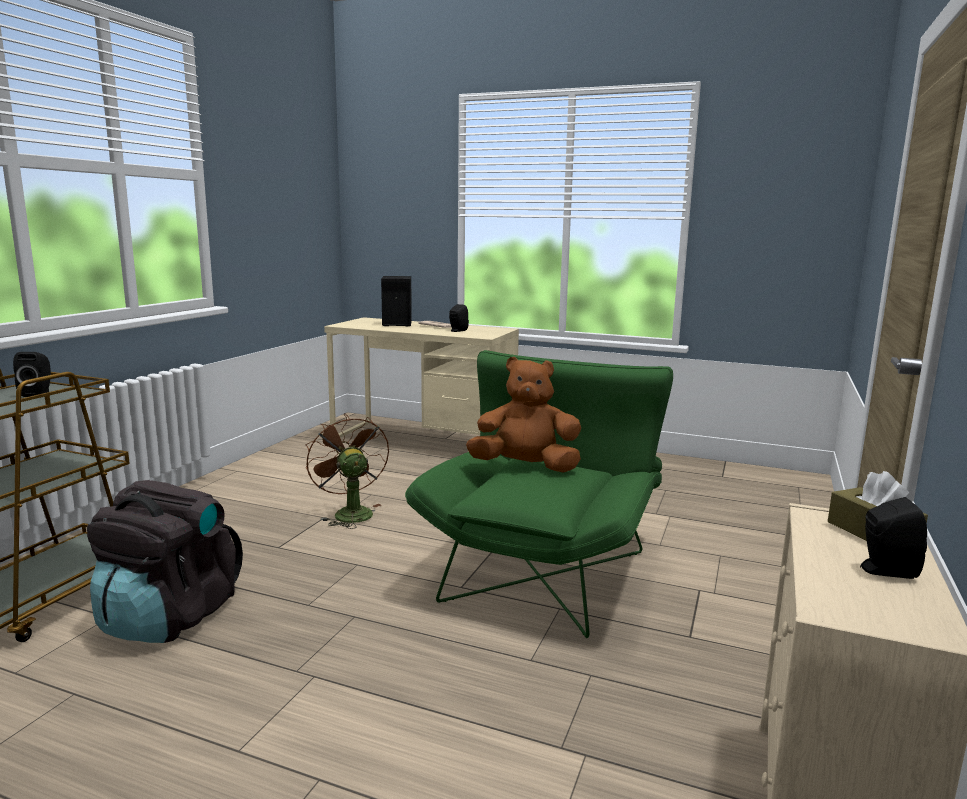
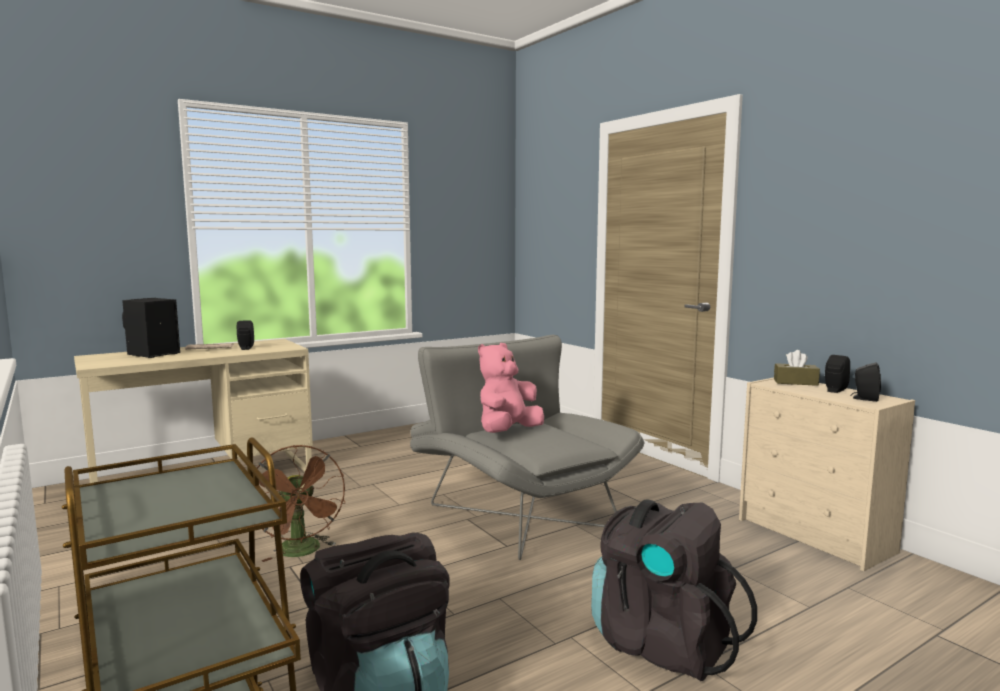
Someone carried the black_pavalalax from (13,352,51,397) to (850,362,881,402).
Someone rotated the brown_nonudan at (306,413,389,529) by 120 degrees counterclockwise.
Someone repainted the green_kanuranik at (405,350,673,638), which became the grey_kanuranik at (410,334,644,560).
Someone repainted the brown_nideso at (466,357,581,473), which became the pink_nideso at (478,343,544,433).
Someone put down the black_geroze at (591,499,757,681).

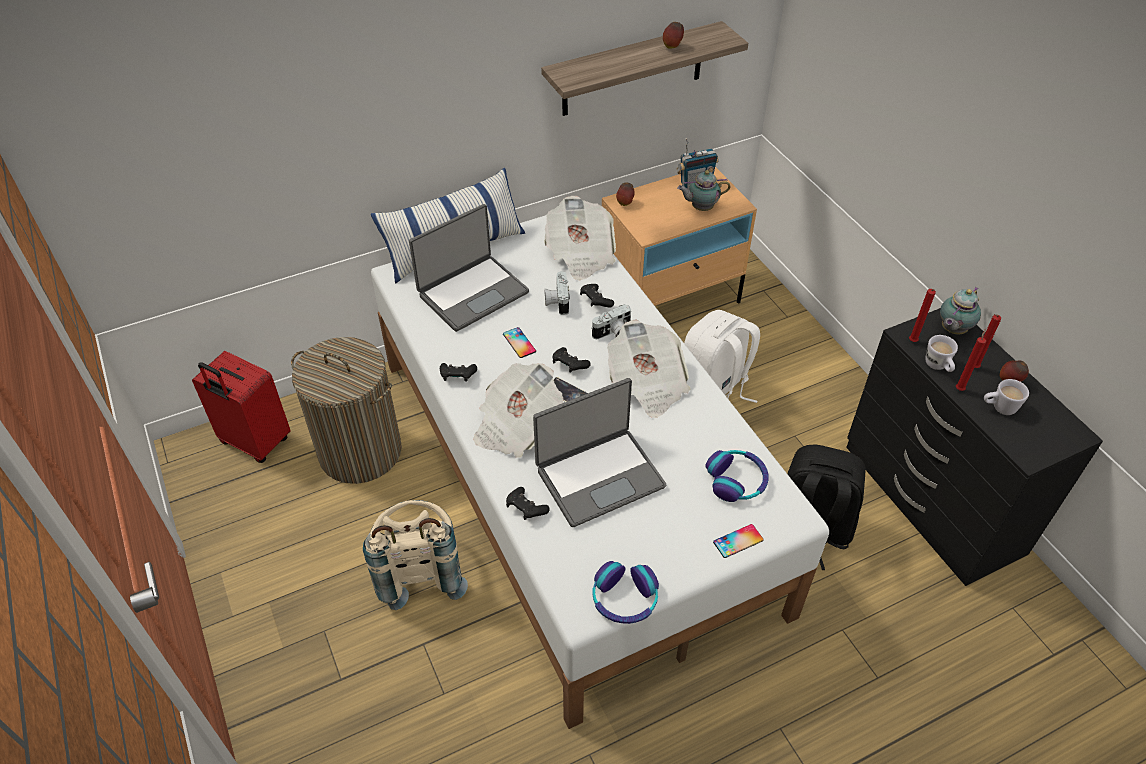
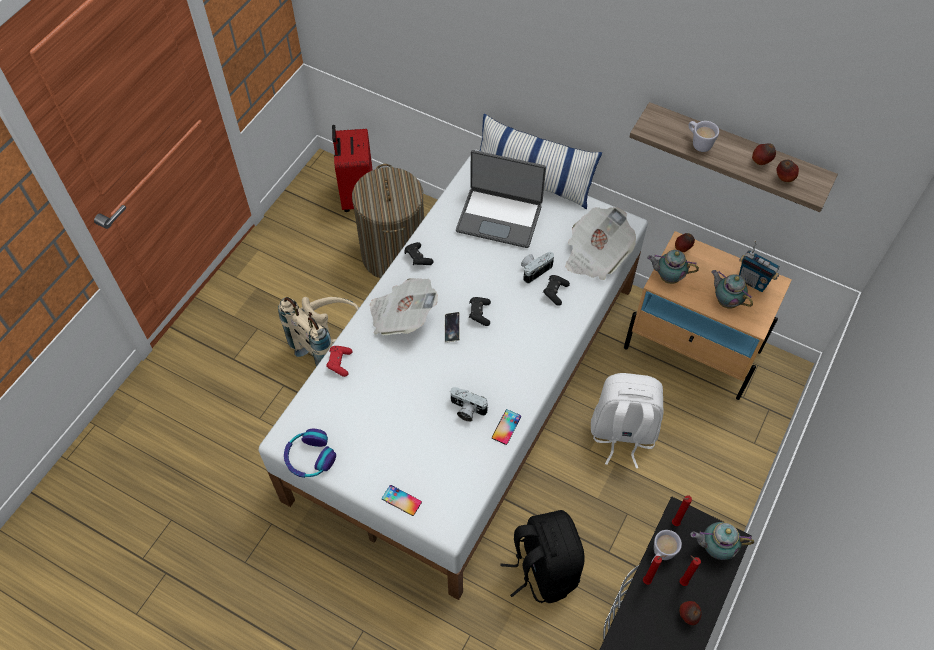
Someone carried the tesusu from (503,327,536,358) to (492,409,521,445).
Someone repainted the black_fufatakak at (506,487,550,520), which became the red_fufatakak at (326,346,353,377).
Someone took away the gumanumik at (533,378,666,527).
Someone carried the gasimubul from (592,304,631,339) to (450,387,489,422).
Someone took away the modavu at (607,320,691,418).
Someone took away the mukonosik at (706,450,769,502).
Someone carried the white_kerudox from (984,379,1029,415) to (688,121,719,152).
Someone put down the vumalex at (647,250,699,284).
Someone put down the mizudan at (777,160,799,182).

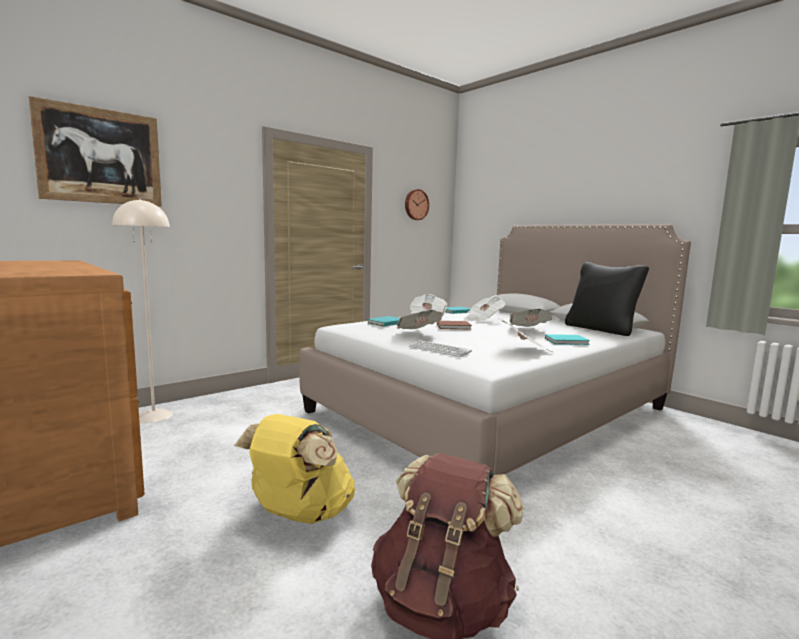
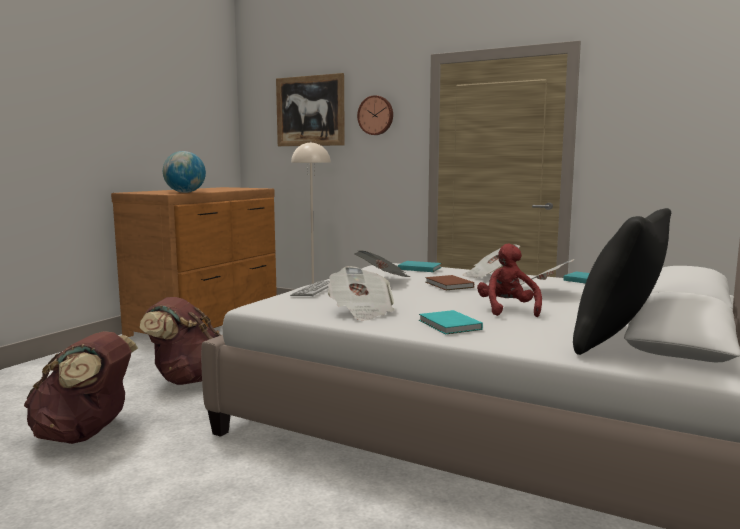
Someone repainted the yellow_geroze at (234,414,355,524), which became the brown_geroze at (140,297,221,385).
Someone carried the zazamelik from (405,189,429,220) to (357,95,393,135).
Someone swapped the modavu at (510,309,552,327) for the red_nideso at (477,244,542,317).
Someone put down the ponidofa at (163,151,206,193).

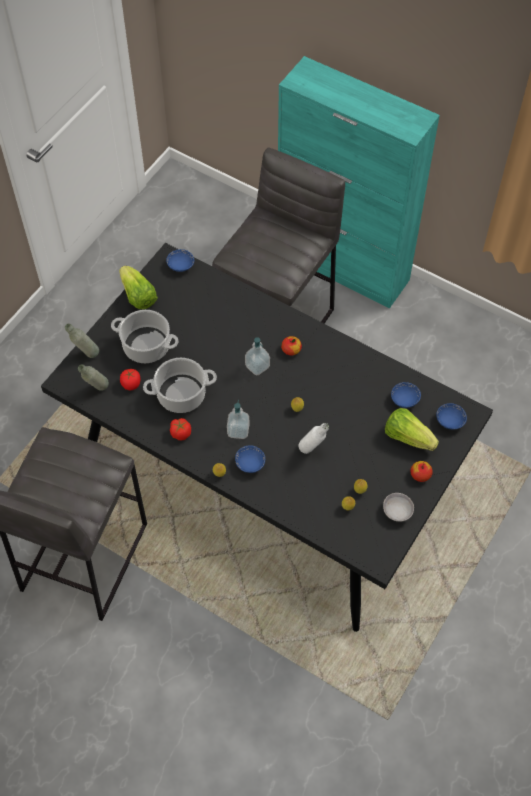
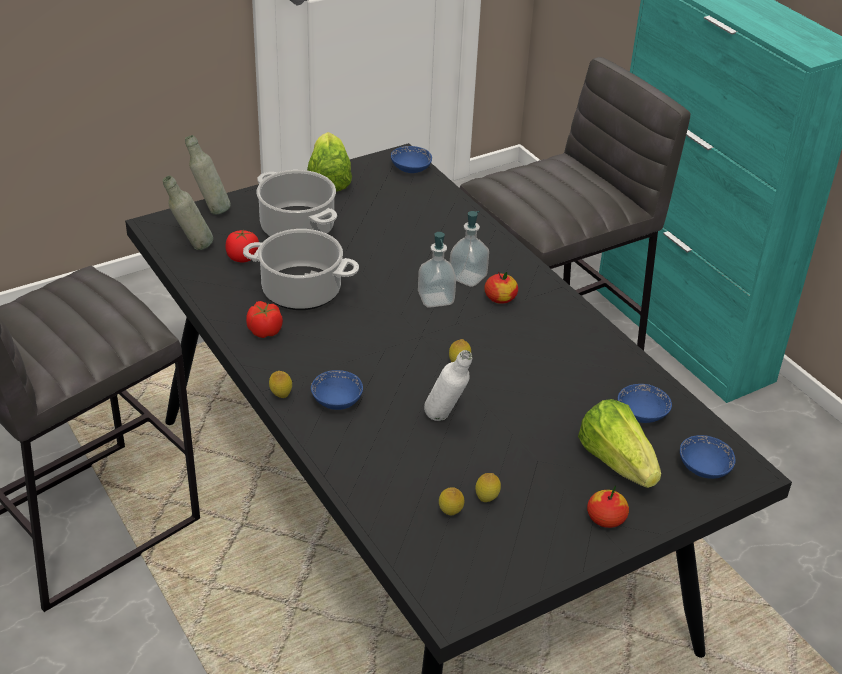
Someone carried the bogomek from (227,400,249,439) to (450,211,489,287).
Someone took away the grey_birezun at (383,493,414,522).

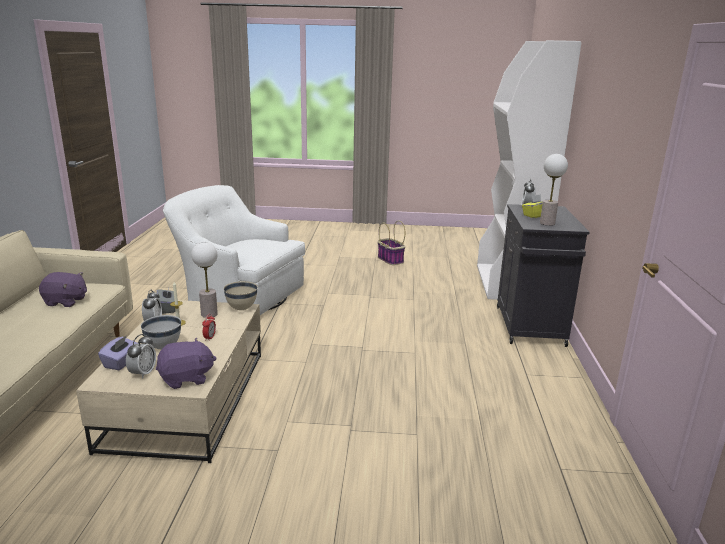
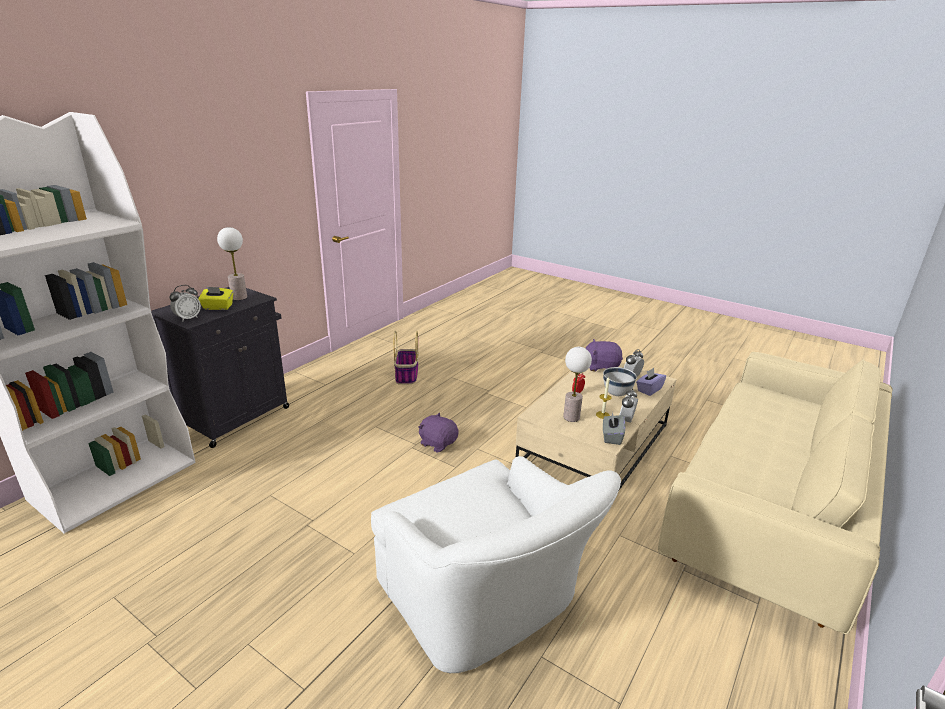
Someone carried the purple_nideso from (39,272,87,307) to (418,413,459,453).
Someone took away the beige_birezun at (224,281,258,310).
Someone carried the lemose from (378,220,405,265) to (393,331,419,384).

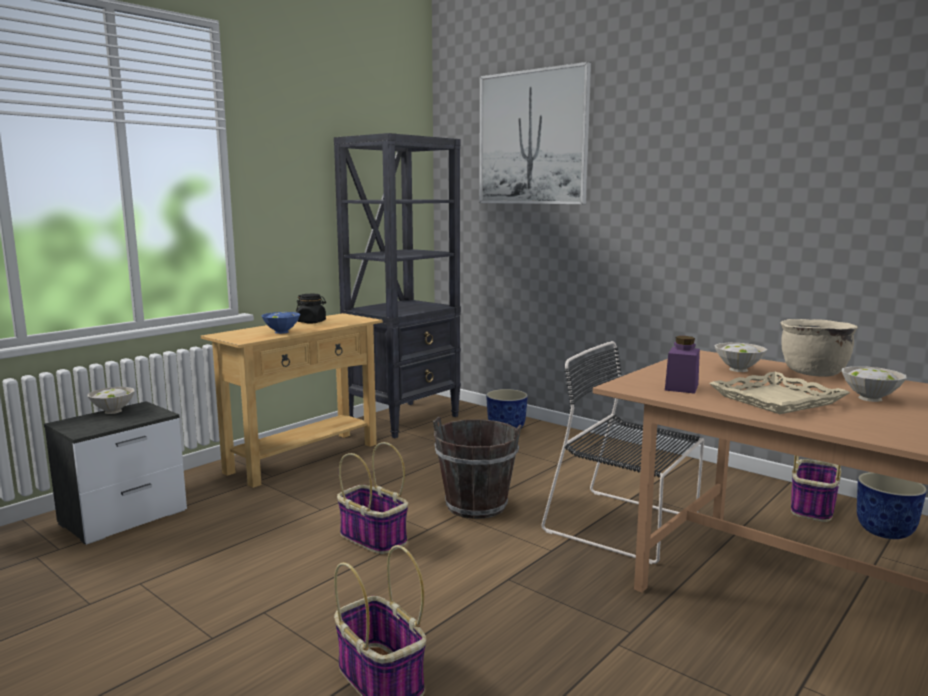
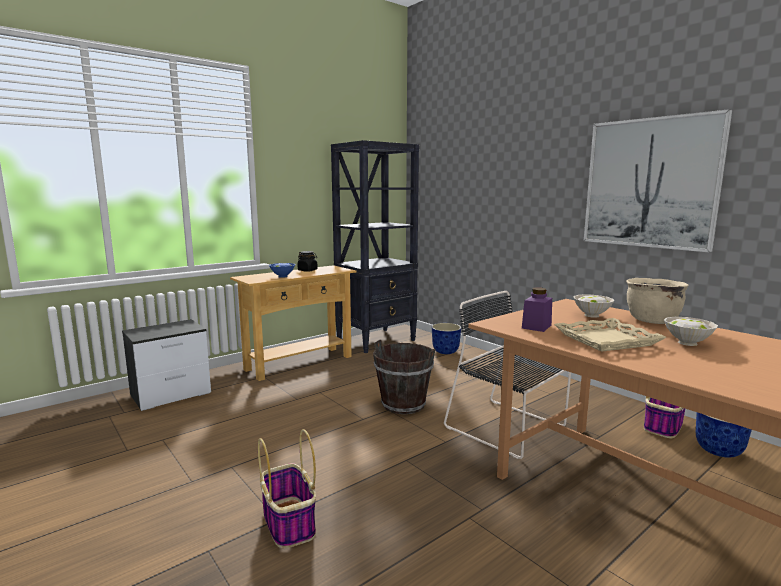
Someone took away the white_birezun at (88,387,135,414).
Someone took away the lemose at (337,442,408,554).
Someone carried the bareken from (479,62,591,204) to (584,109,732,253).

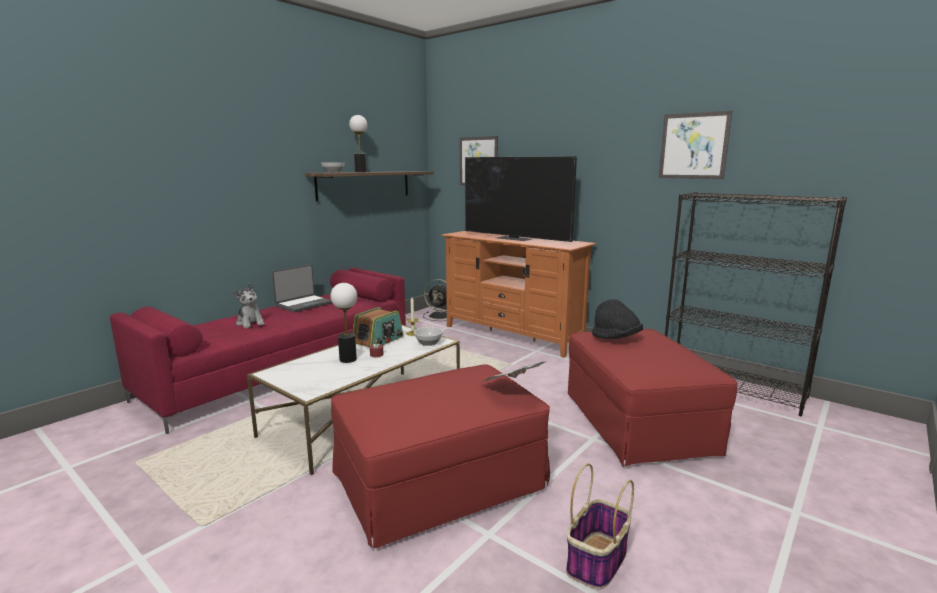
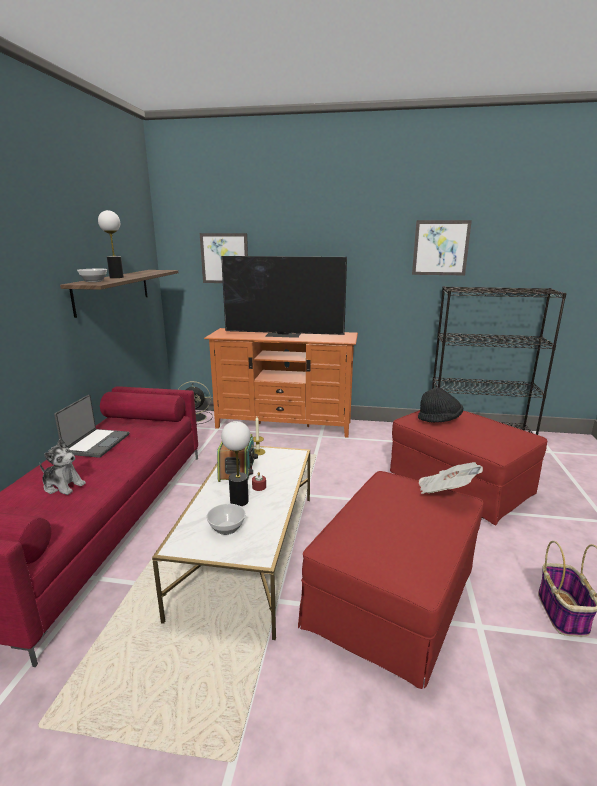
Someone carried the birezun from (414,327,443,346) to (206,504,246,535).

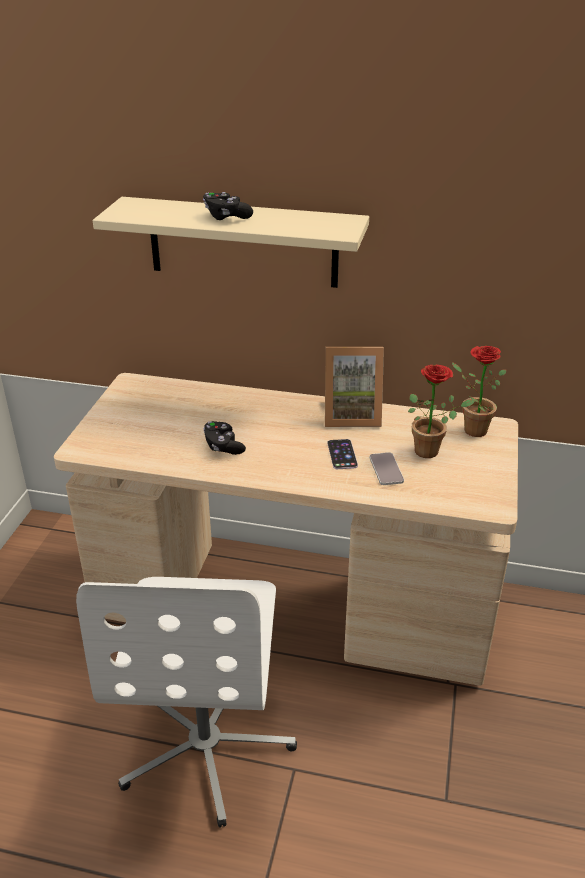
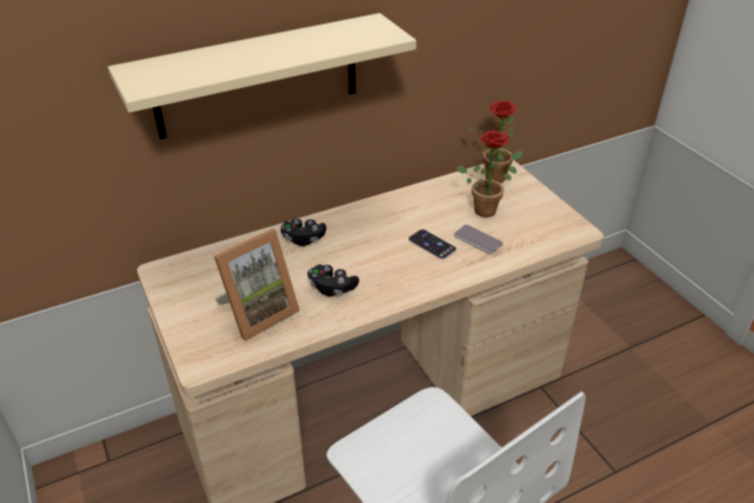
Someone carried the black_fufatakak from (203,192,253,220) to (281,219,326,246).
Someone carried the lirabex from (325,347,384,427) to (214,229,300,341).

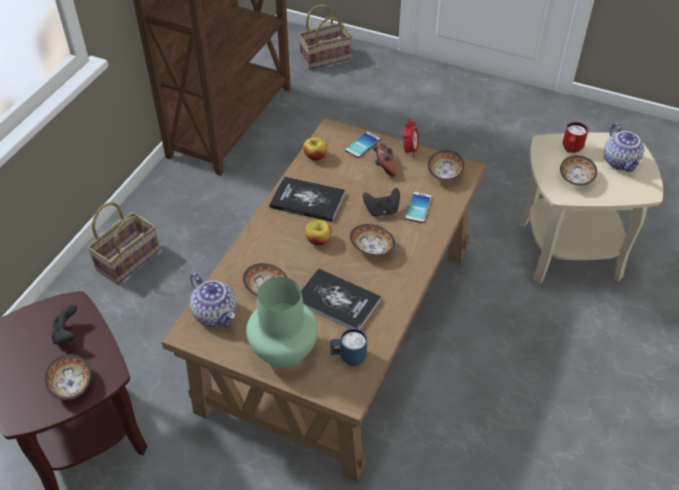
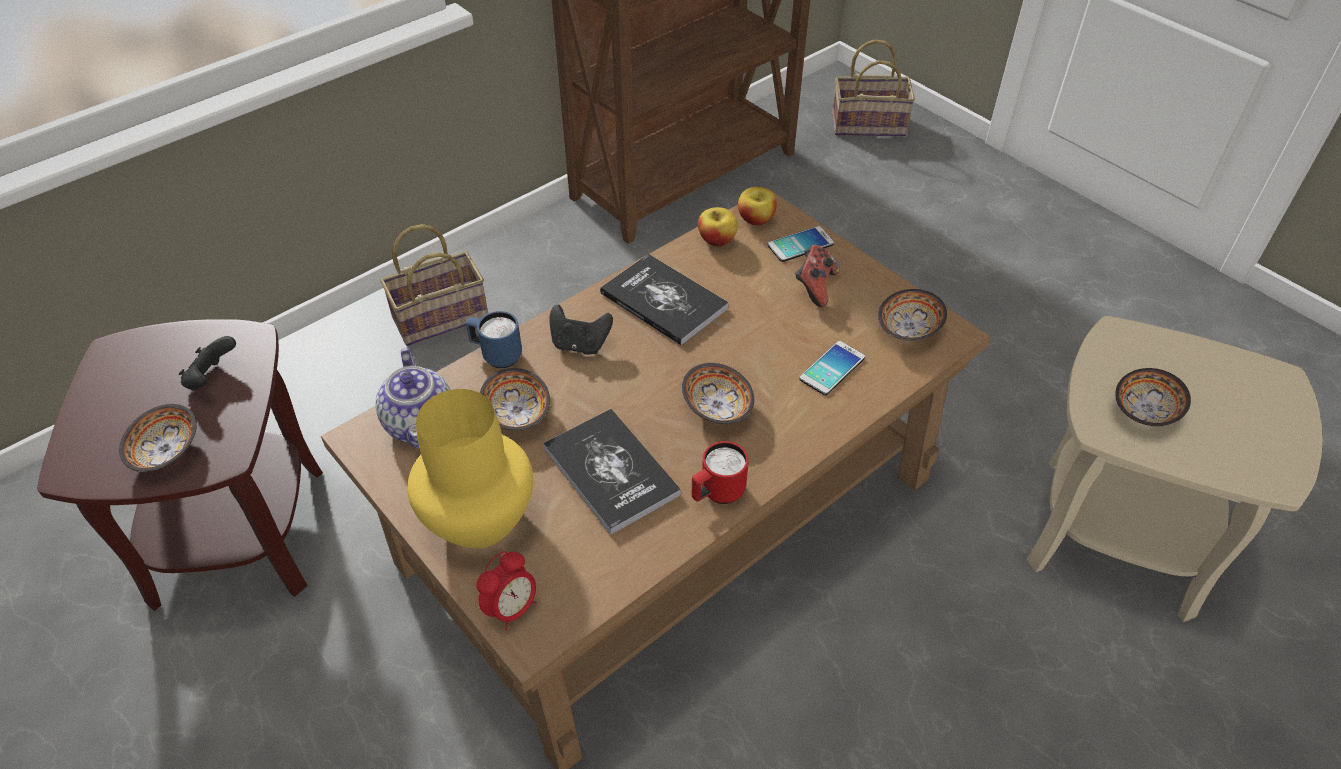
Someone repainted the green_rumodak at (246,277,318,368), which became the yellow_rumodak at (407,389,533,548).
Someone carried the mizudan from (305,219,332,245) to (738,187,777,225).
Someone carried the blue_kerudox from (330,328,367,366) to (466,311,522,368).
Someone carried the black_fufatakak from (363,188,400,217) to (550,304,613,355).
Someone carried the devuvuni from (402,119,419,157) to (476,551,536,631).
Someone carried the red_kerudox from (563,122,588,153) to (692,441,749,504).
Someone took away the vumalex at (603,123,644,172).

